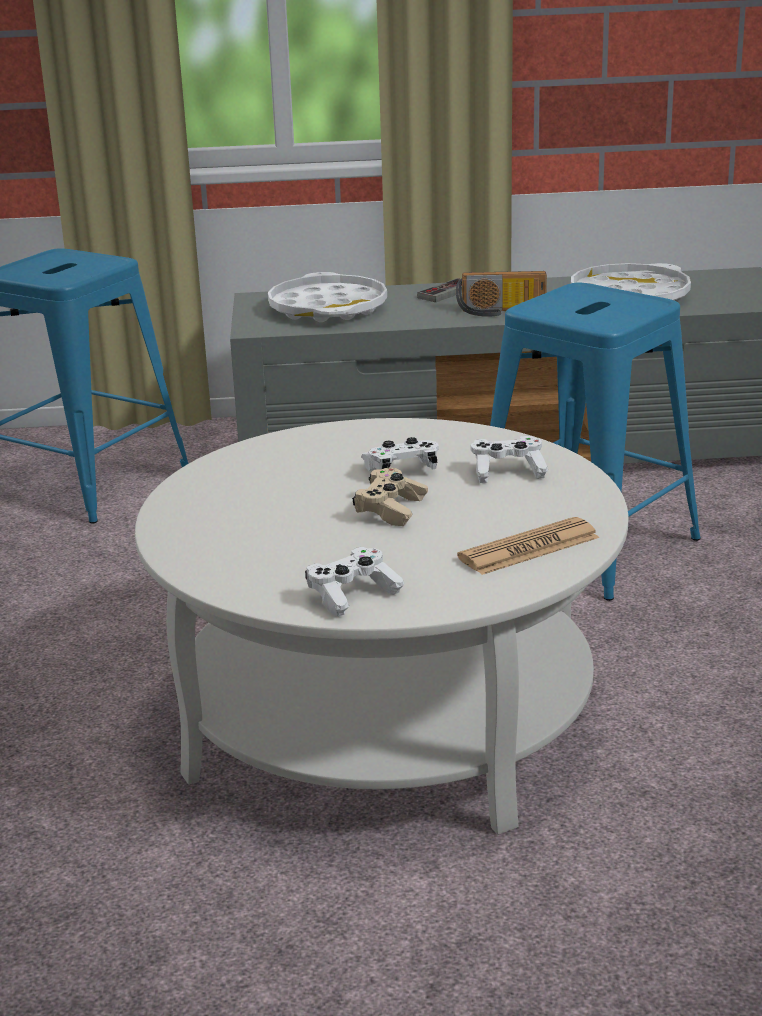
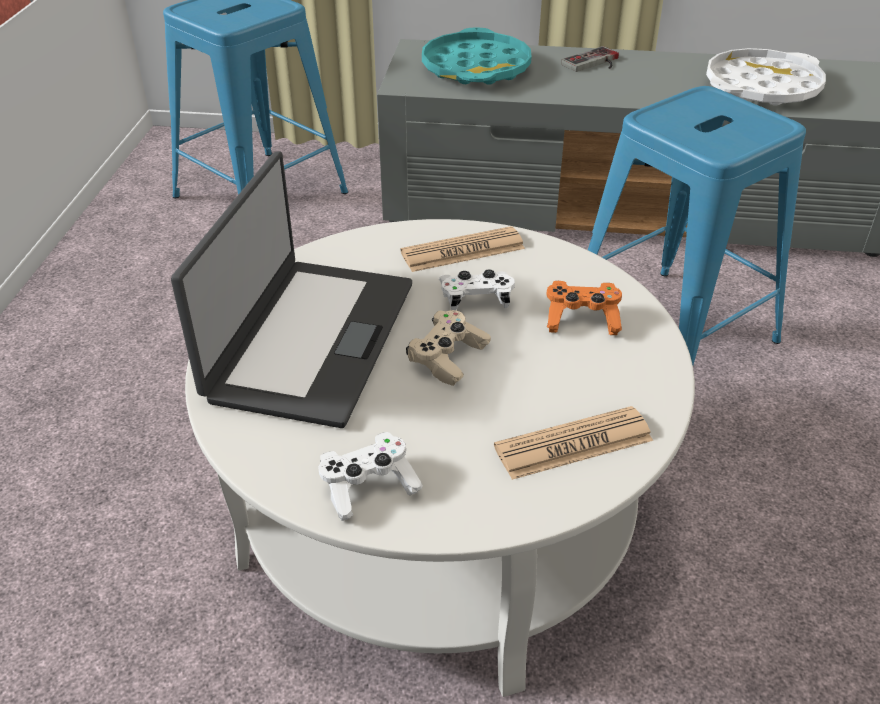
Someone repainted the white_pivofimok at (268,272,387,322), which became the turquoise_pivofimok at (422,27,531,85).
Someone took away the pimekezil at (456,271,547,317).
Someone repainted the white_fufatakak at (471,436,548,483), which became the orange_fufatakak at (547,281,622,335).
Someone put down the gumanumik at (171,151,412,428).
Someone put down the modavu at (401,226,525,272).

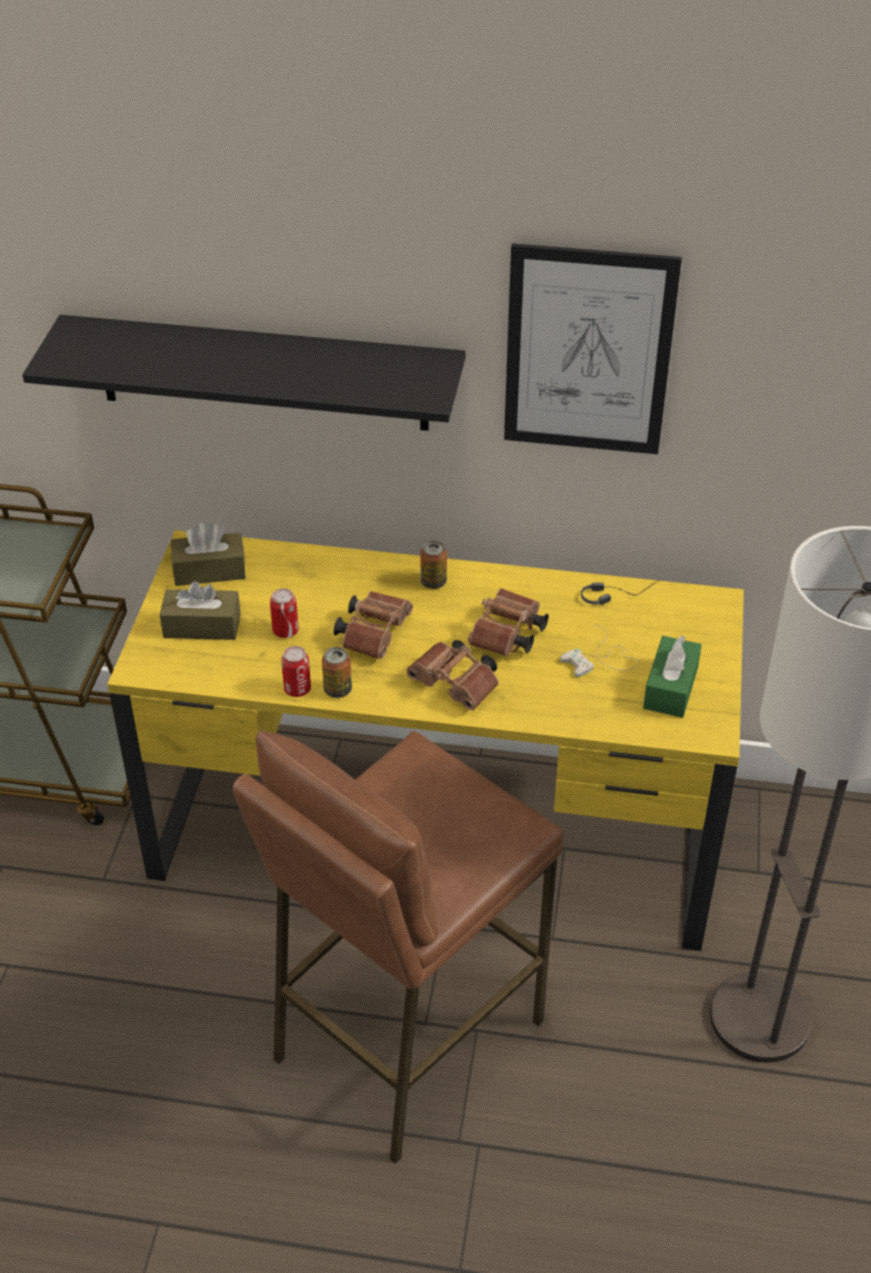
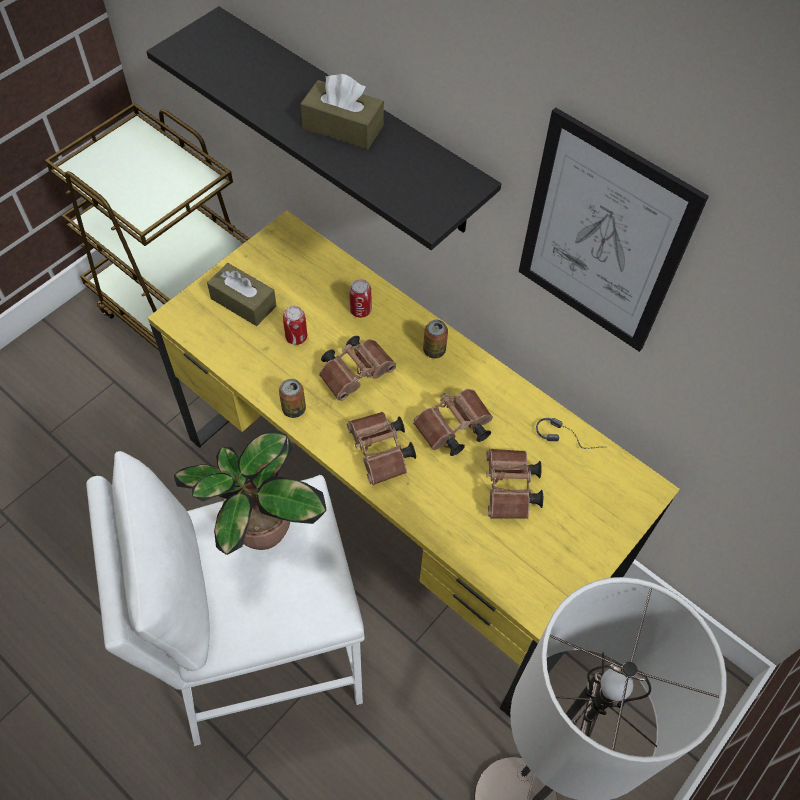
Someone carried the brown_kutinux from (171,522,246,586) to (301,74,384,150).
Someone repainted the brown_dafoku at (233,731,563,1164), which became the white_dafoku at (86,451,365,746).
Someone carried the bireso from (281,646,311,697) to (349,279,371,318).
Someone swapped the white_fufatakak at (560,625,640,677) for the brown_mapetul at (486,449,543,519).
Someone took away the green_kutinux at (643,635,702,718).
Someone put down the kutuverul at (174,429,327,555).

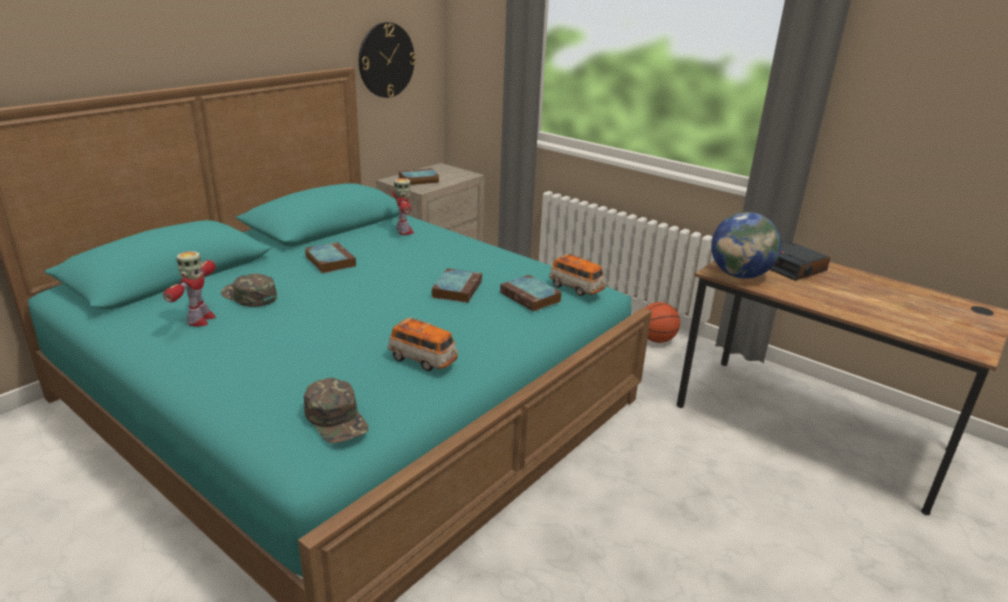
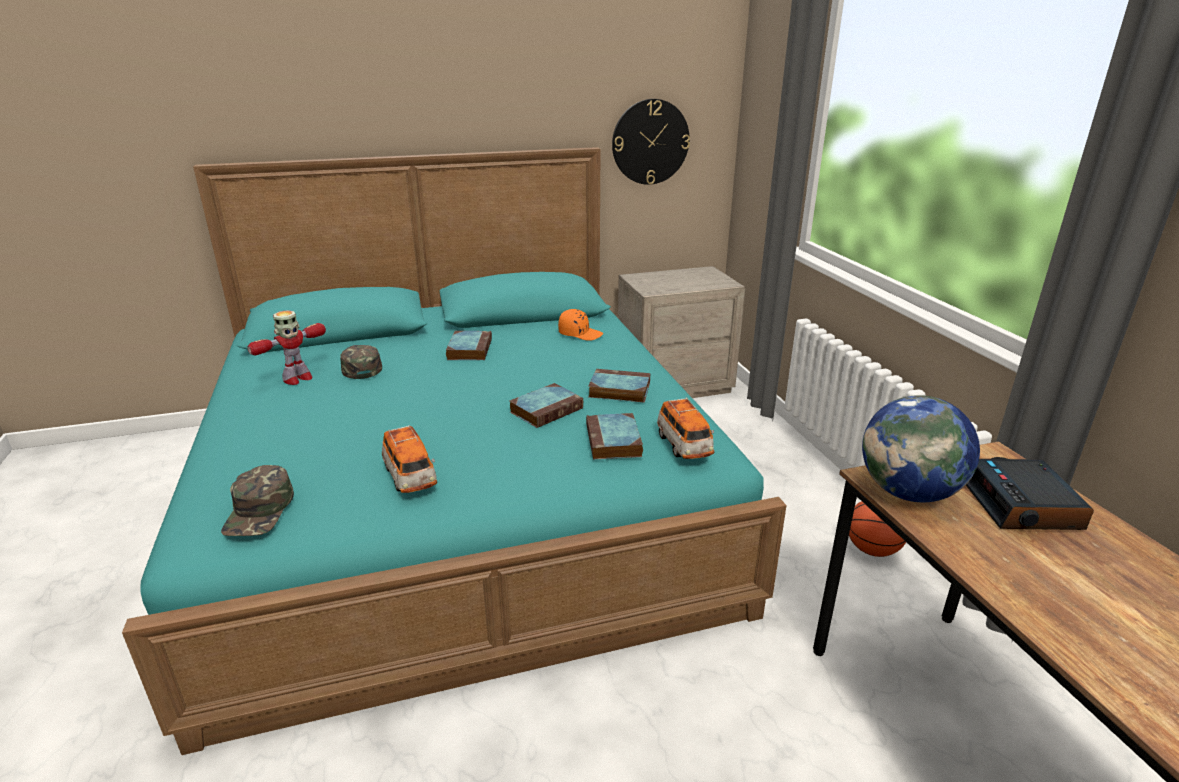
Someone swapped the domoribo at (392,178,414,235) for the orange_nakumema at (558,309,603,341).
Someone carried the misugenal from (399,168,440,185) to (588,369,650,402).

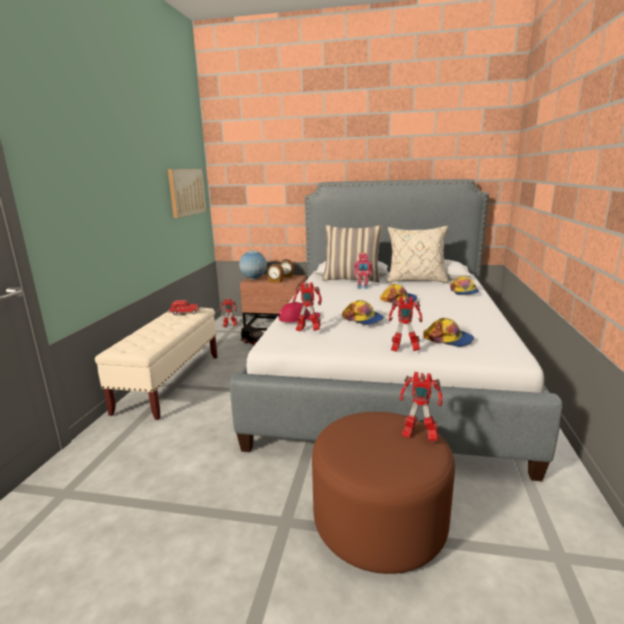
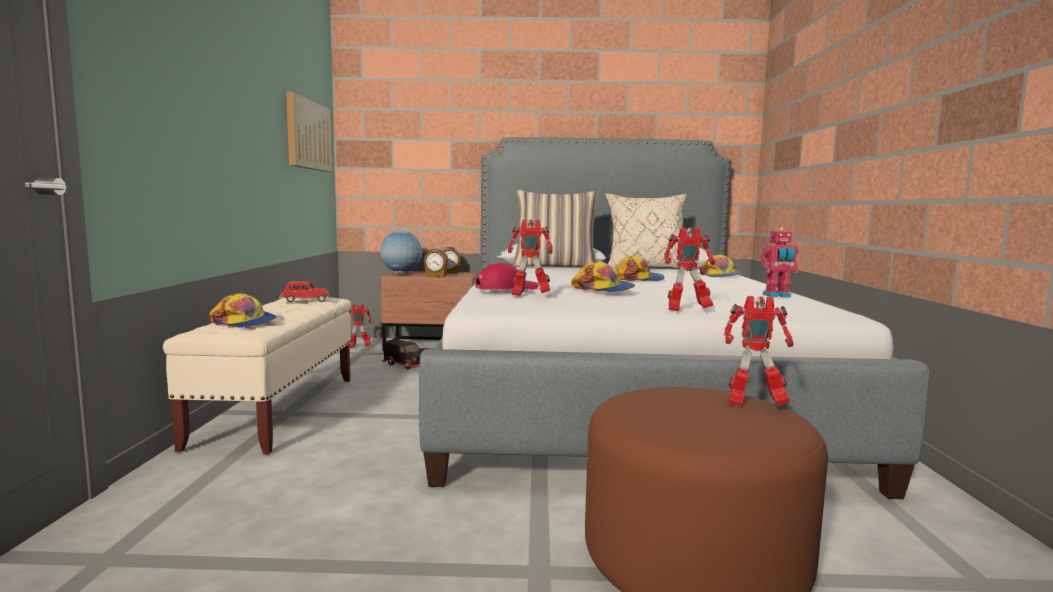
Someone carried the domoribo from (354,252,372,289) to (761,227,799,297).
Someone carried the nakumema from (423,318,474,347) to (209,293,277,328).

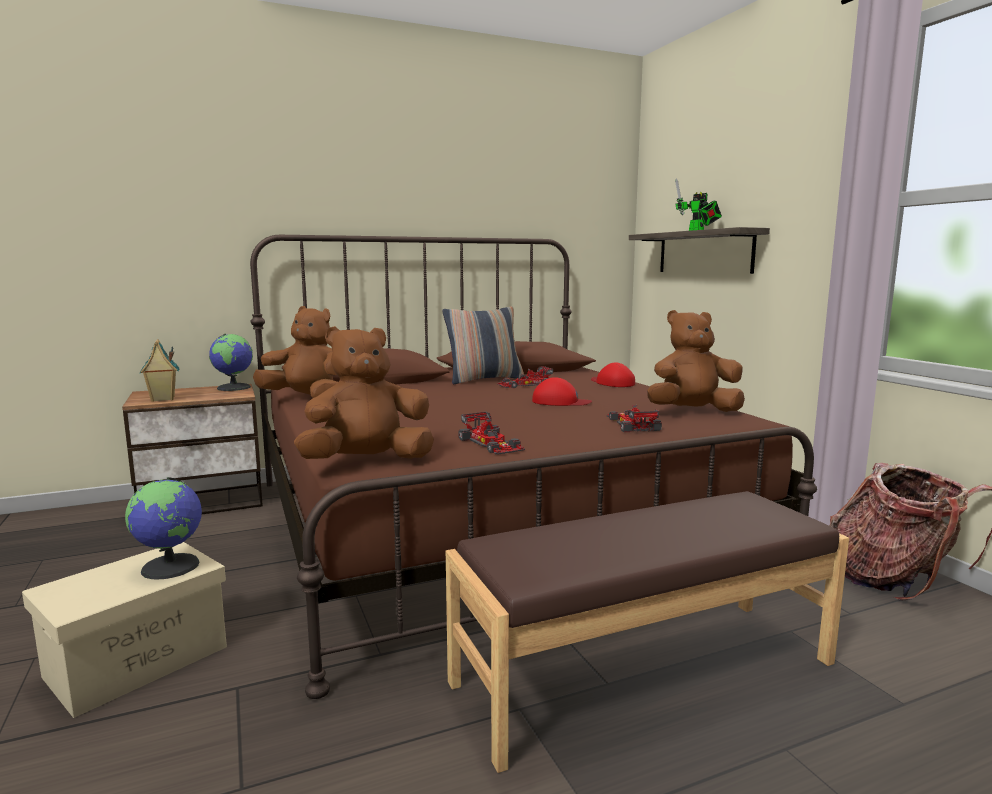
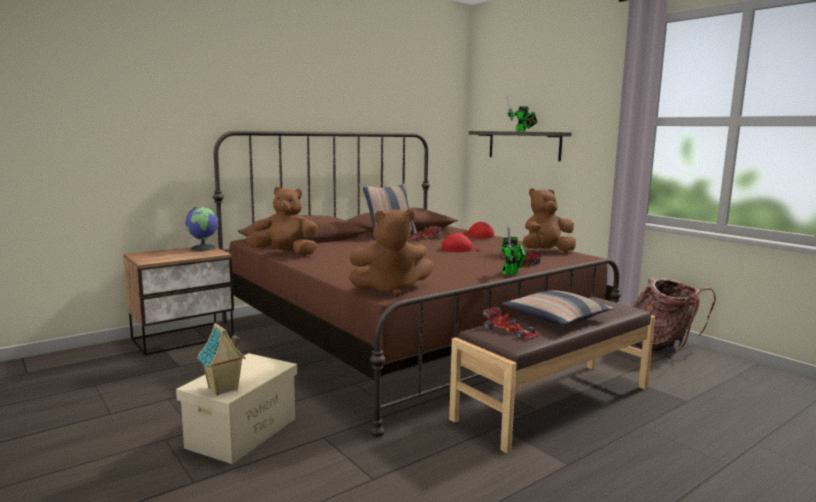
Someone took away the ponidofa at (125,477,202,580).
Someone carried the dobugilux from (140,339,180,402) to (197,323,246,396).
Someone rotated the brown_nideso at (294,326,434,459) by 150 degrees counterclockwise.
Someone carried the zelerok from (458,412,525,455) to (483,307,540,340).
Someone put down the domoribo at (501,226,527,275).
Someone put down the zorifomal at (502,290,613,325).

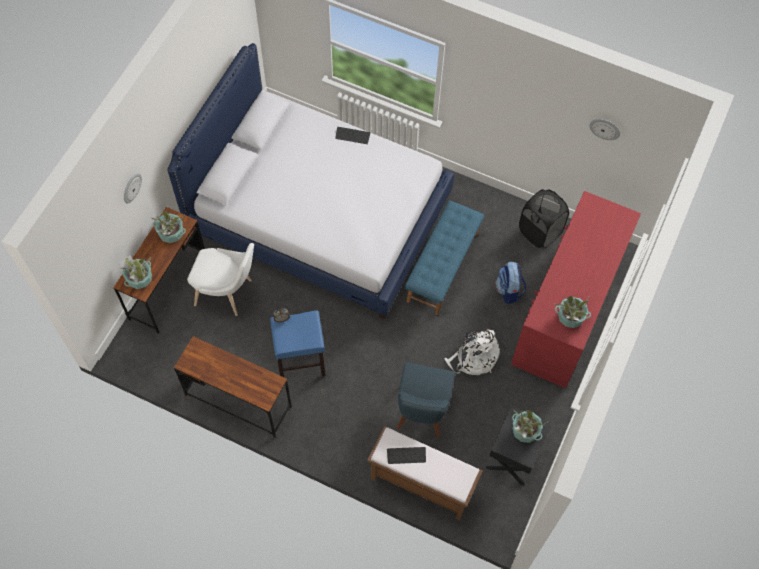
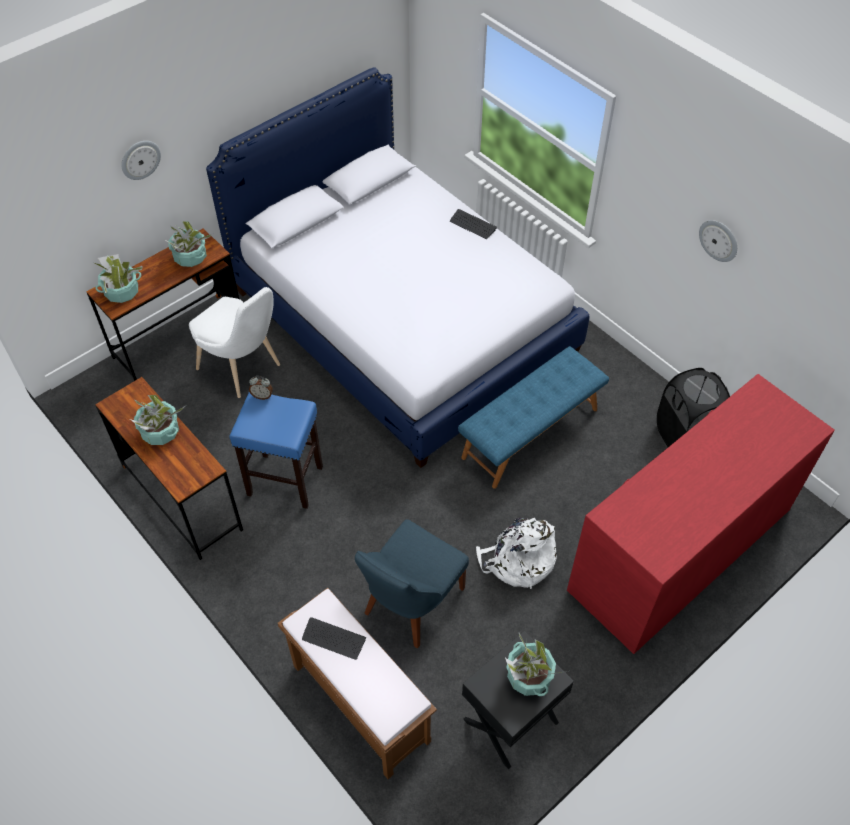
Someone took away the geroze at (495,261,526,304).
Someone carried the kutuverul from (554,295,591,328) to (130,395,185,445).
Someone carried the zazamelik from (589,119,620,140) to (699,220,737,262).

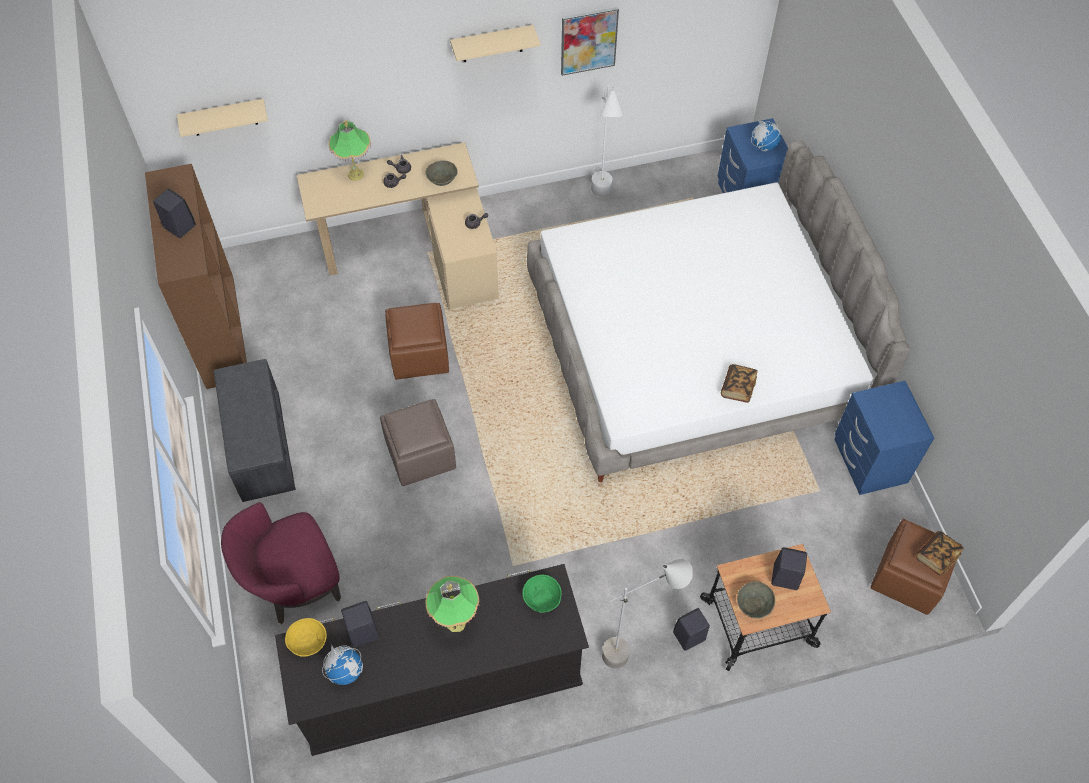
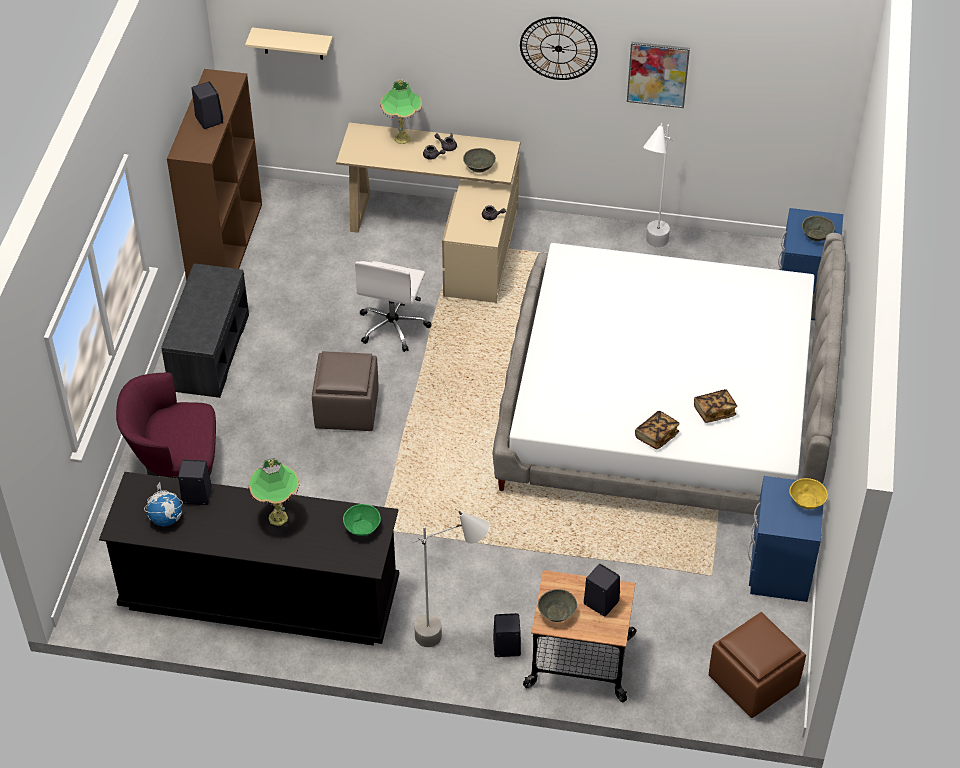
Someone carried the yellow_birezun from (285,618,327,657) to (789,478,828,509).
Someone swapped the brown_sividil at (385,303,449,380) for the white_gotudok at (355,261,432,352).
Someone swapped the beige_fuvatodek at (450,25,540,62) for the zazamelik at (520,17,598,80).
Someone swapped the ponidofa at (751,120,781,152) for the grey_birezun at (802,216,835,241).
Someone carried the misugenal from (916,531,964,576) to (694,389,737,423).

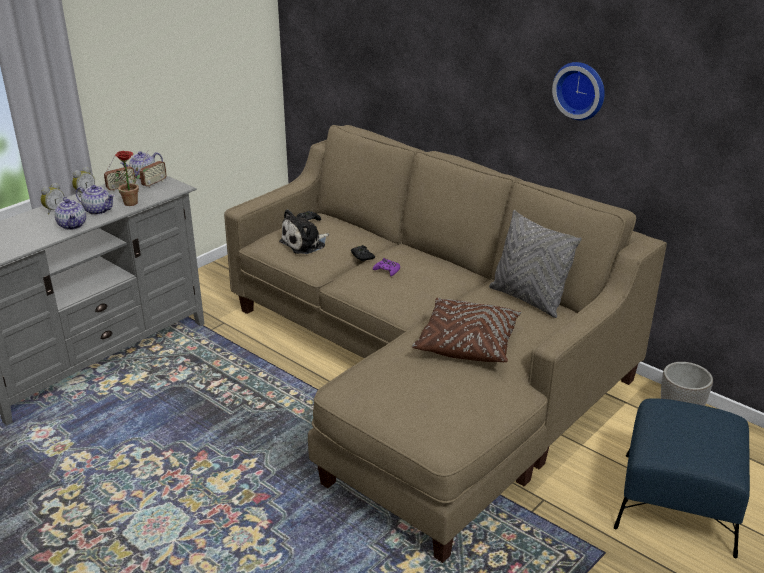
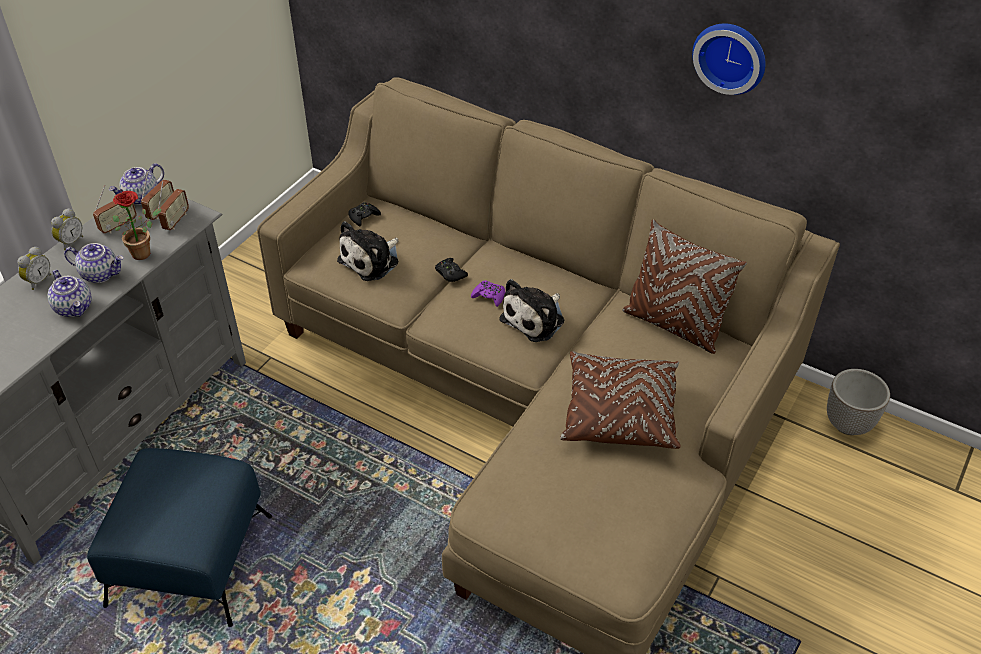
Someone repainted the grey_zorifomal at (489,210,582,318), which became the brown_zorifomal at (622,219,747,354).
Someone carried the blue_sividil from (614,398,750,559) to (87,448,272,627).
Someone put down the pimekezil at (158,182,189,230).
Someone put down the nideso at (499,279,564,342).

